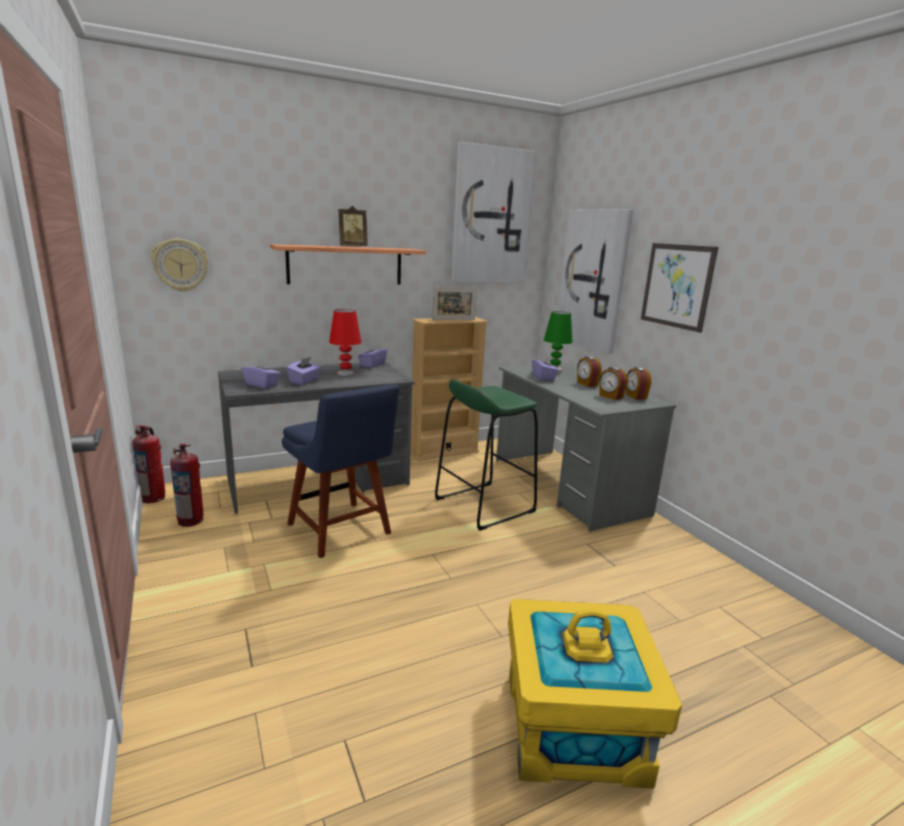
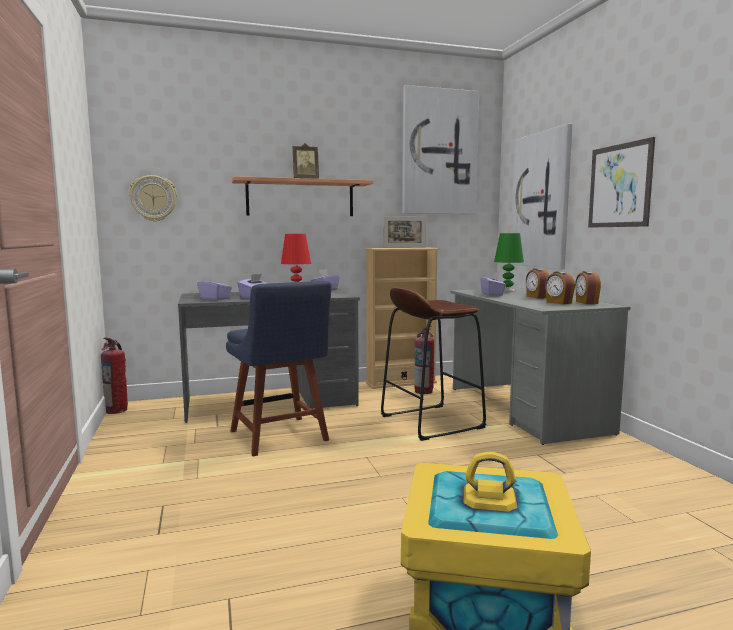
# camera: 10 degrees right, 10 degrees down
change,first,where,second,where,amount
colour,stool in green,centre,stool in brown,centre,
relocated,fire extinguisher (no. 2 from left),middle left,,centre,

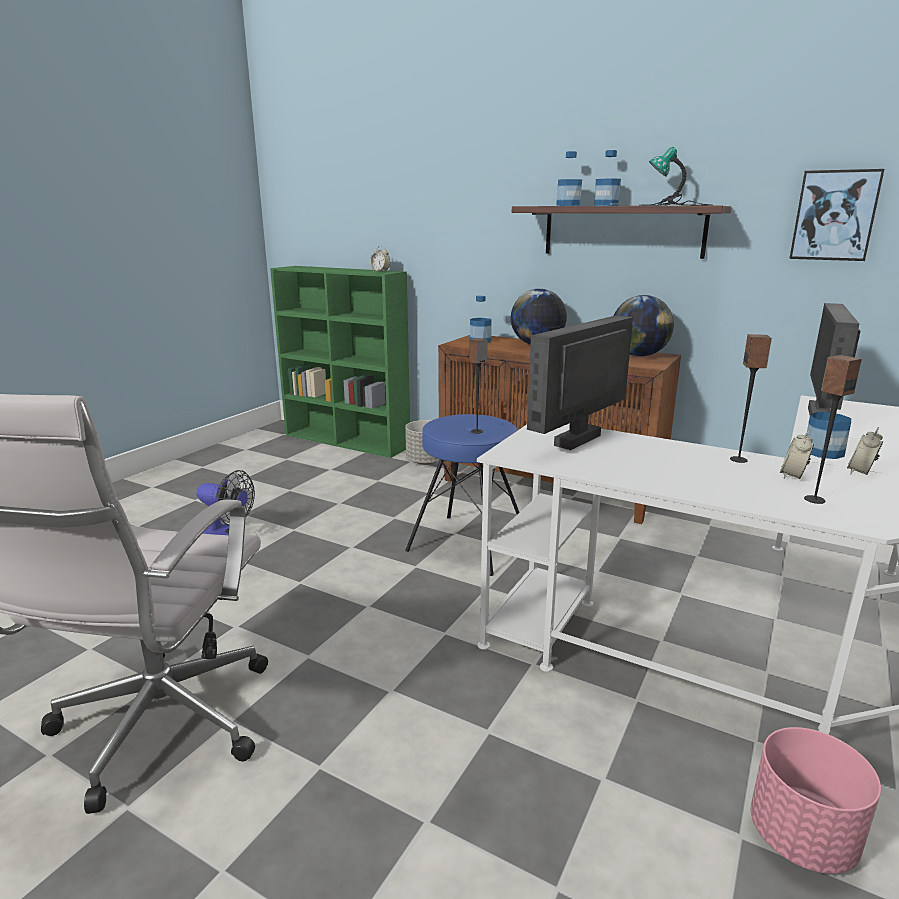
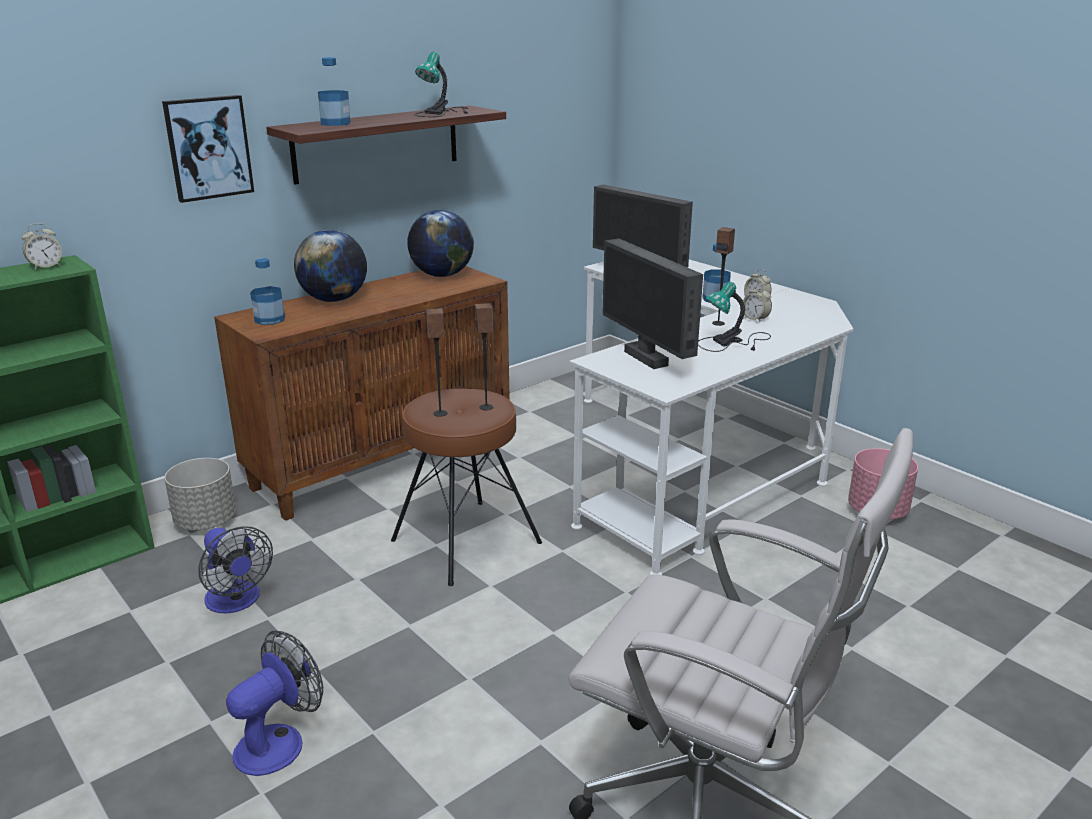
# camera: 70 degrees left, 5 degrees up
change,first,where,second,where,amount
relocated,picture,top right,,top left,
appeared,,,fan (no. 1 from left),bottom left,
colour,stool in blue,centre,stool in brown,centre,
relocated,speaker (no. 3 from left in the first image),middle right,speaker (no. 1 from left),centre,
appeared,,,table lamp (no. 2 from left),middle right,
missing,bottle (no. 3 from left),top right,,,

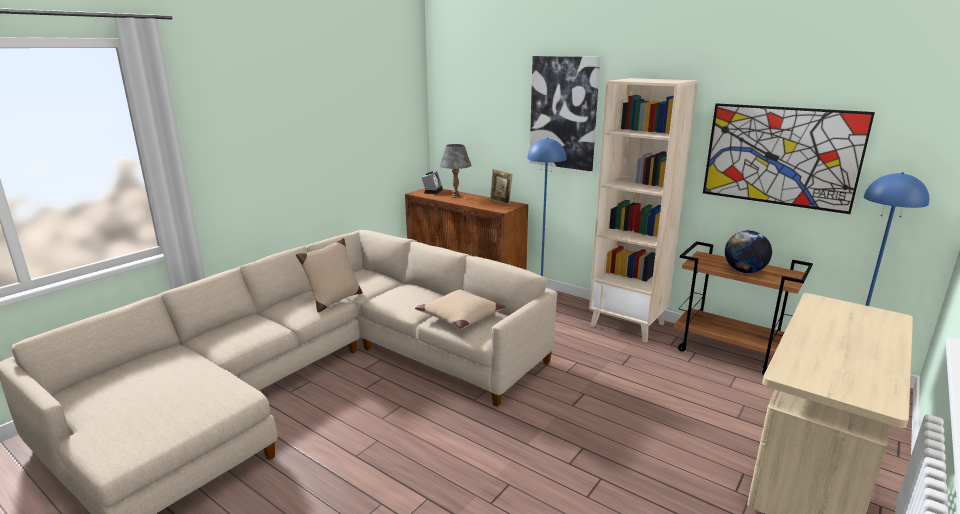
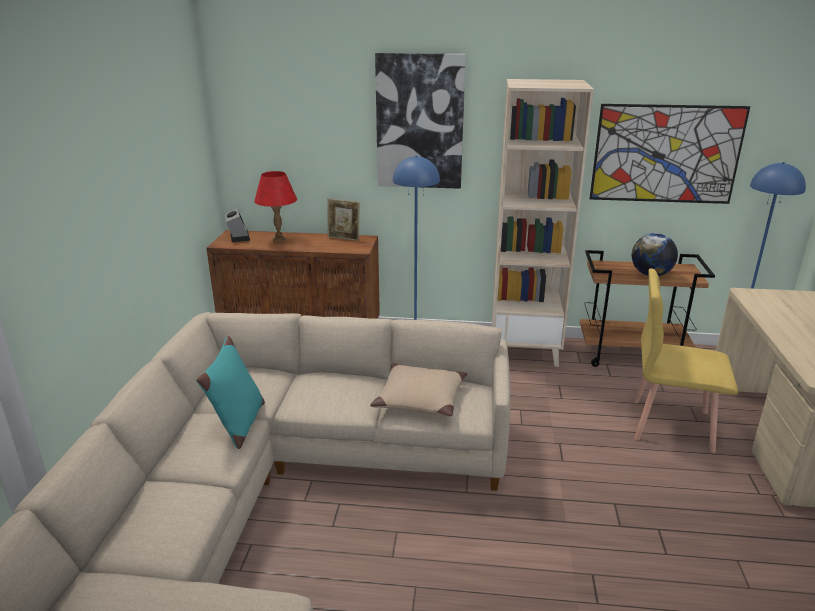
# camera: 30 degrees left, 5 degrees up
change,first,where,second,where,amount
colour,pillow in beige (no. 1 from left),centre,pillow in turquoise,middle left,
colour,table lamp in grey,top centre,table lamp in red,centre,
appeared,,,chair in yellow,middle right,

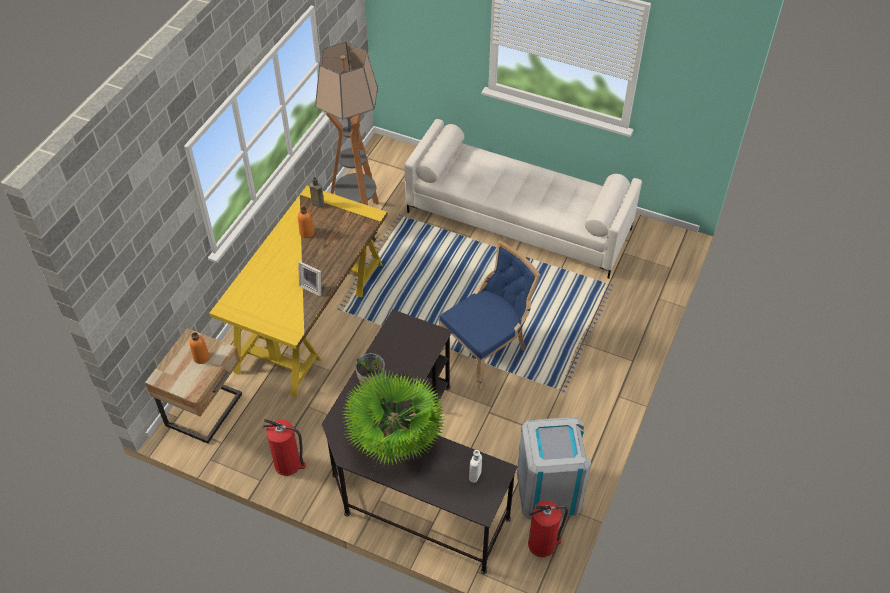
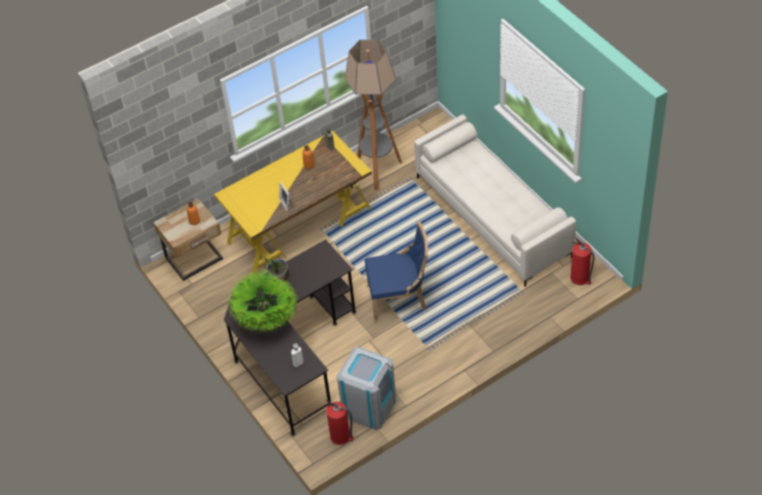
# camera: 35 degrees right, 0 degrees up
change,first,where,second,where,amount
relocated,fire extinguisher (no. 1 from left in the first image),bottom left,fire extinguisher (no. 2 from left),middle right,

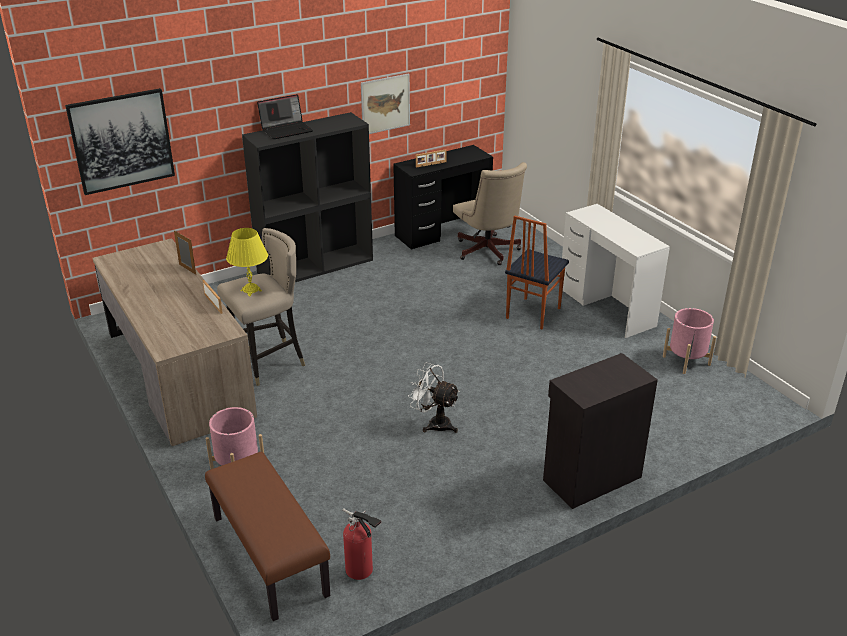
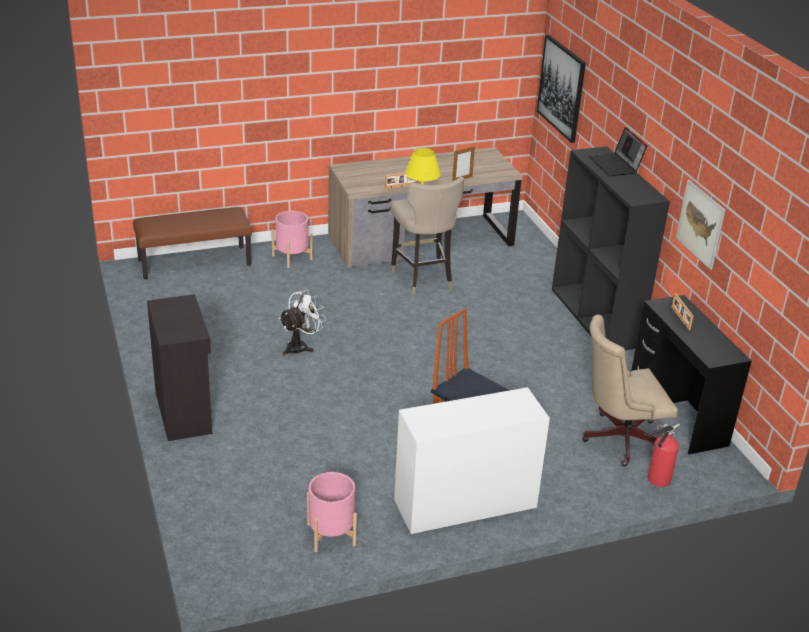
# camera: 100 degrees right, 0 degrees up
change,first,where,second,where,amount
relocated,fire extinguisher,bottom centre,,bottom right,

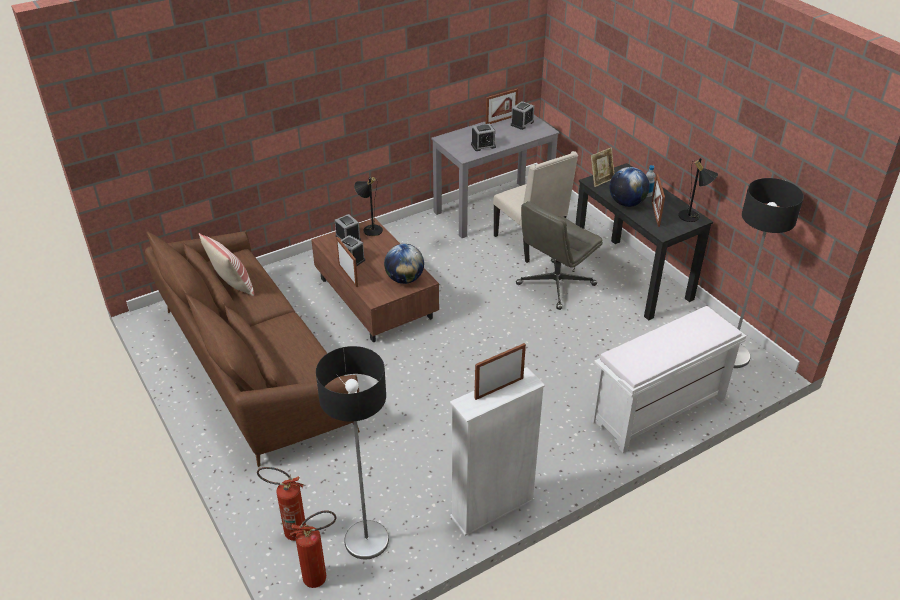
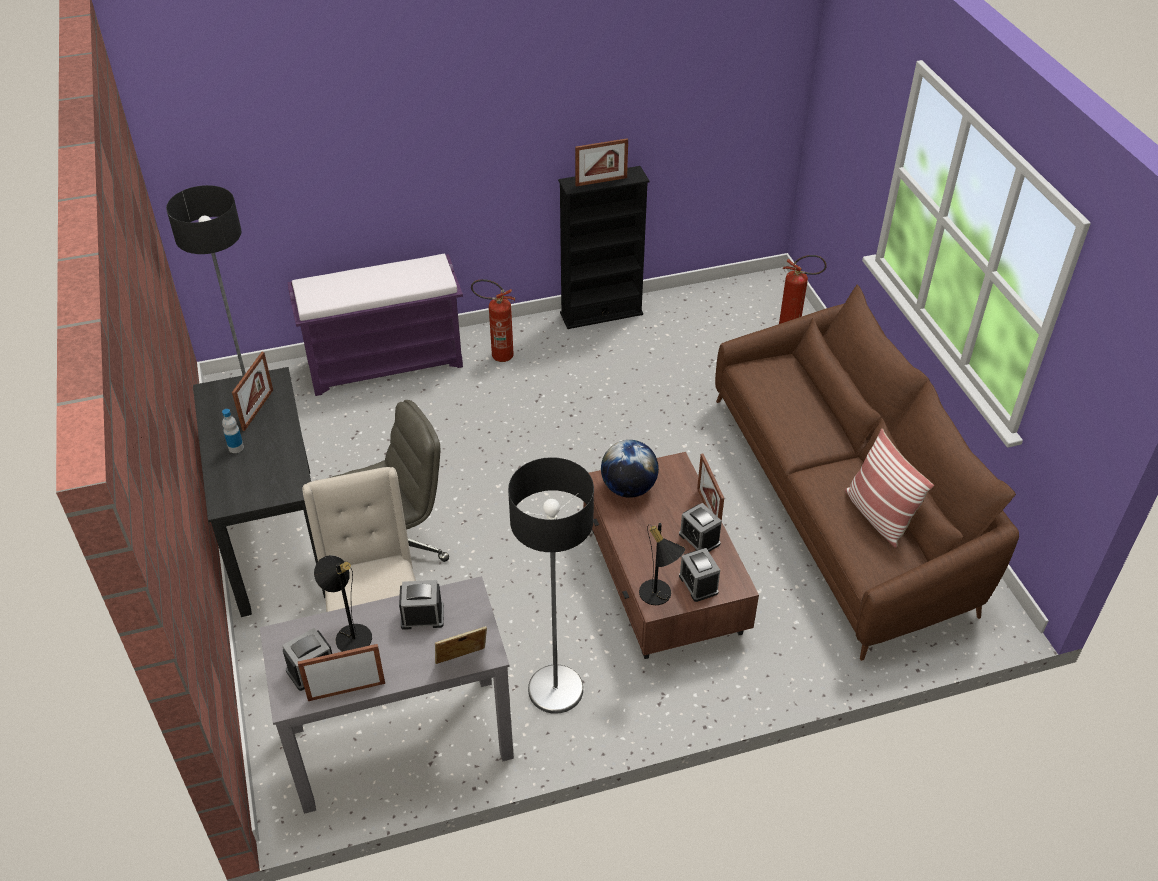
# camera: 165 degrees left, 5 degrees up
change,first,where,second,where,amount
colour,bench in white,middle right,bench in purple,middle left,
relocated,table lamp in black (no. 2 from left in the first image),top right,table lamp in black (no. 1 from left),bottom left,
relocated,picture frame (no. 4 from left in the first image),top right,picture frame (no. 3 from left),bottom centre,
relocated,fire extinguisher (no. 2 from left in the first image),bottom centre,fire extinguisher (no. 1 from left),centre,
relocated,floor lamp (no. 1 from left in the first image),bottom centre,floor lamp (no. 2 from left),centre,
colour,bookcase in white,bottom centre,bookcase in black,top centre,
missing,globe (no. 2 from left),top right,,,

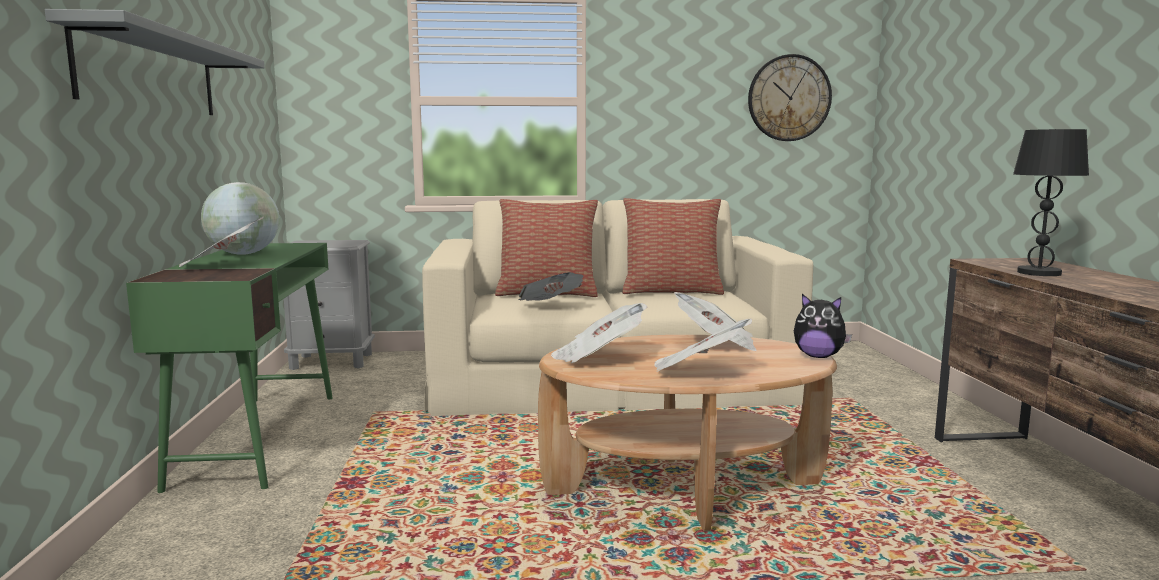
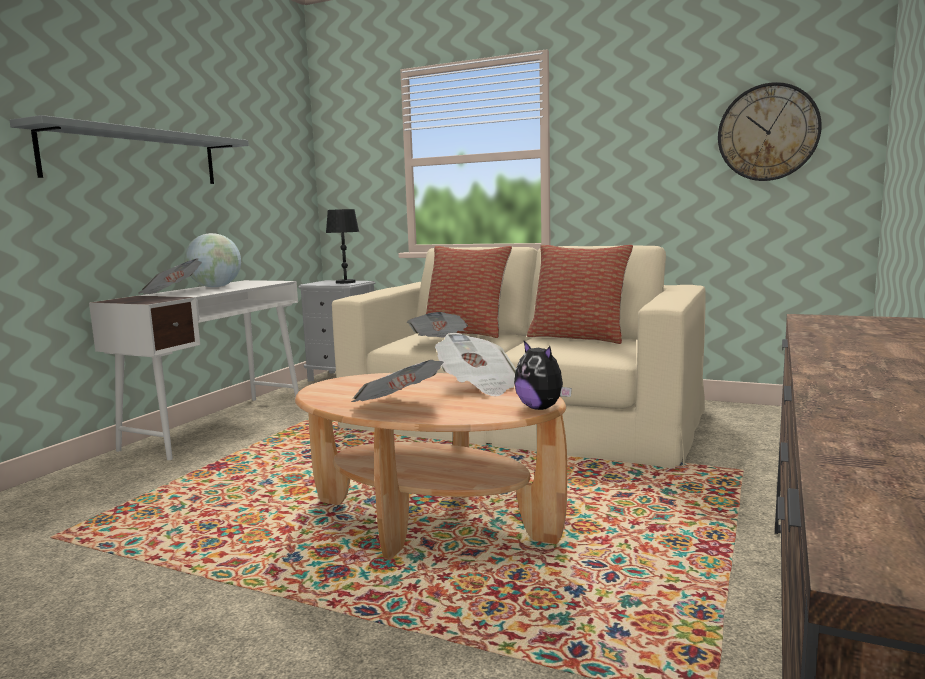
# camera: 30 degrees right, 0 degrees up
change,first,where,second,where,amount
colour,desk in green,middle left,desk in white,middle left,
relocated,table lamp in black,middle right,,centre,
missing,newspaper (no. 3 from left),centre,,,

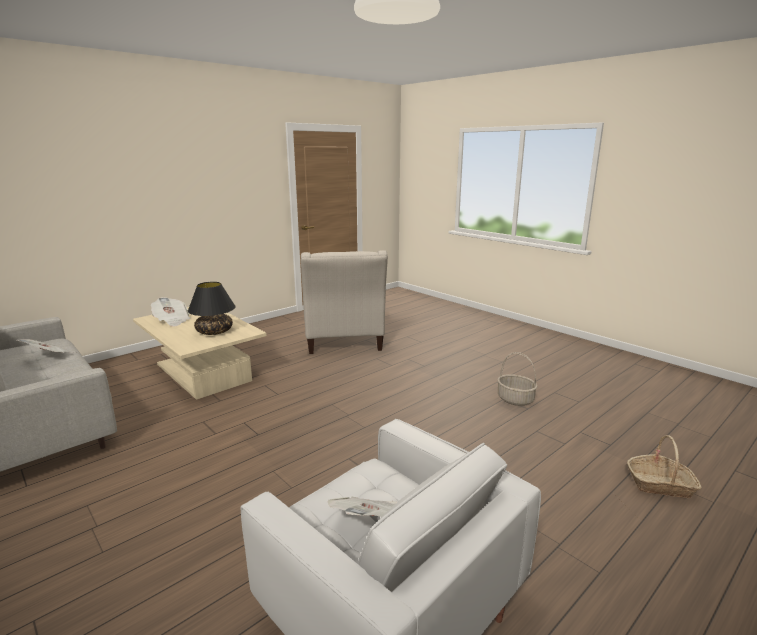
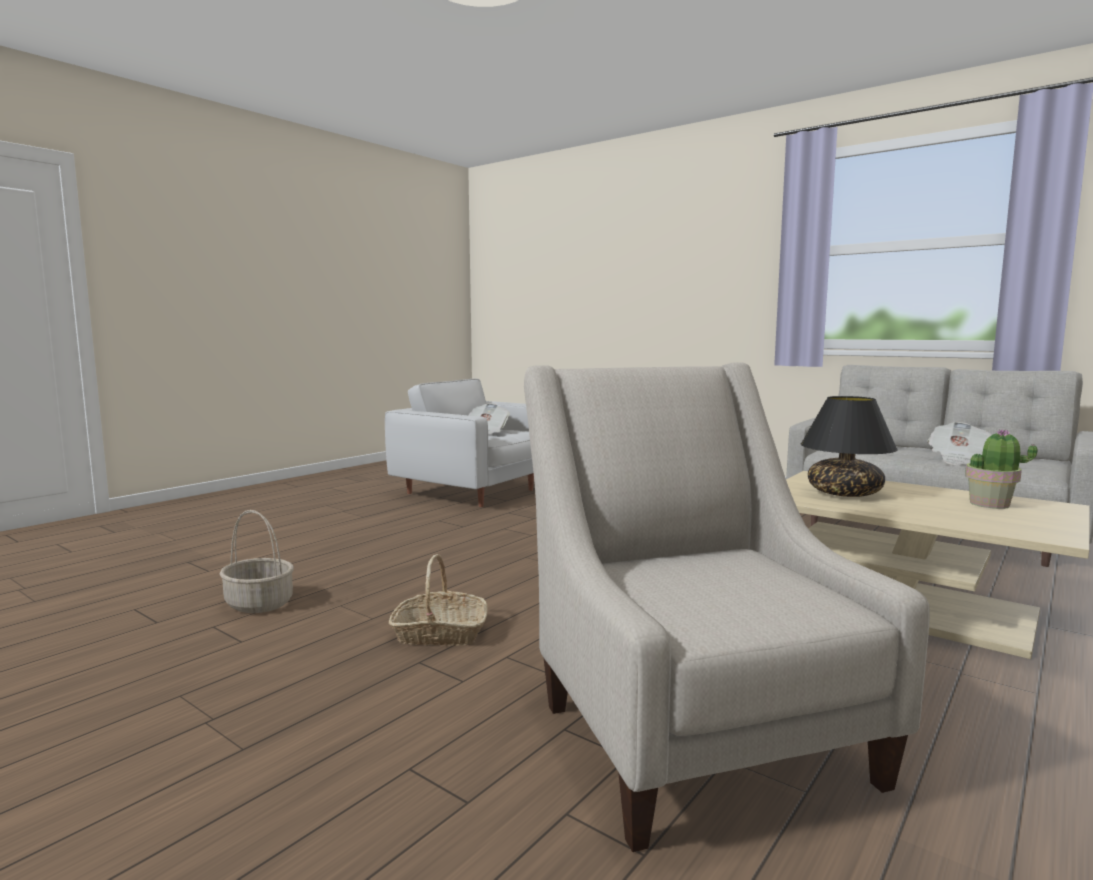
# camera: 170 degrees right, 10 degrees down
change,first,where,second,where,amount
relocated,basket (no. 2 from left),bottom right,,bottom centre,
exchanged,newspaper (no. 2 from left),middle left,potted plant,middle right,

